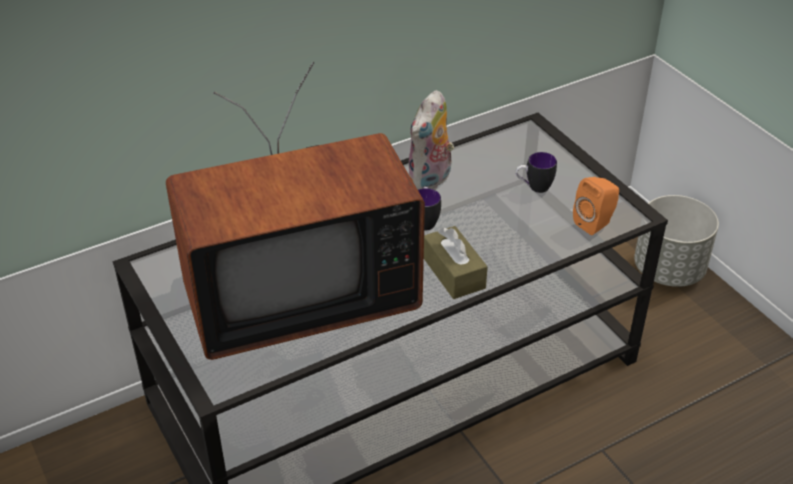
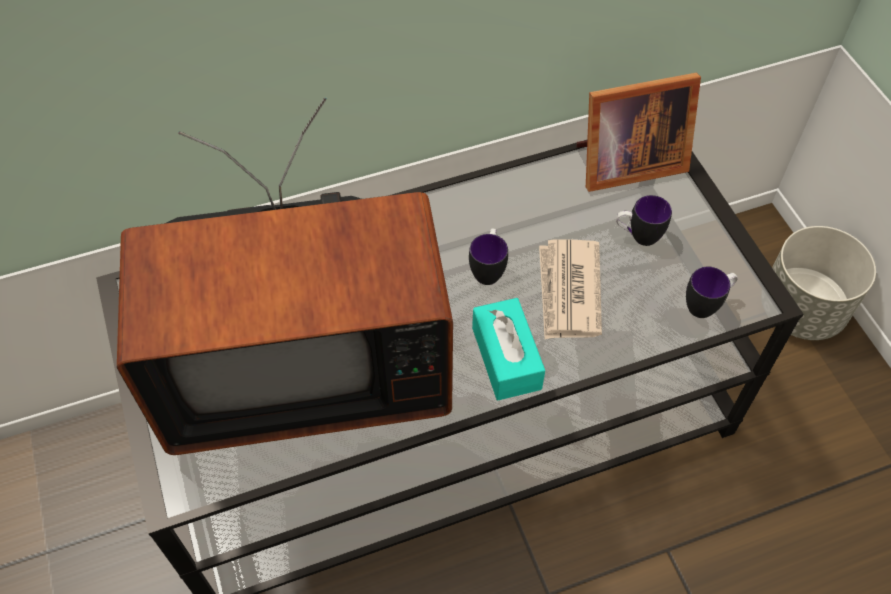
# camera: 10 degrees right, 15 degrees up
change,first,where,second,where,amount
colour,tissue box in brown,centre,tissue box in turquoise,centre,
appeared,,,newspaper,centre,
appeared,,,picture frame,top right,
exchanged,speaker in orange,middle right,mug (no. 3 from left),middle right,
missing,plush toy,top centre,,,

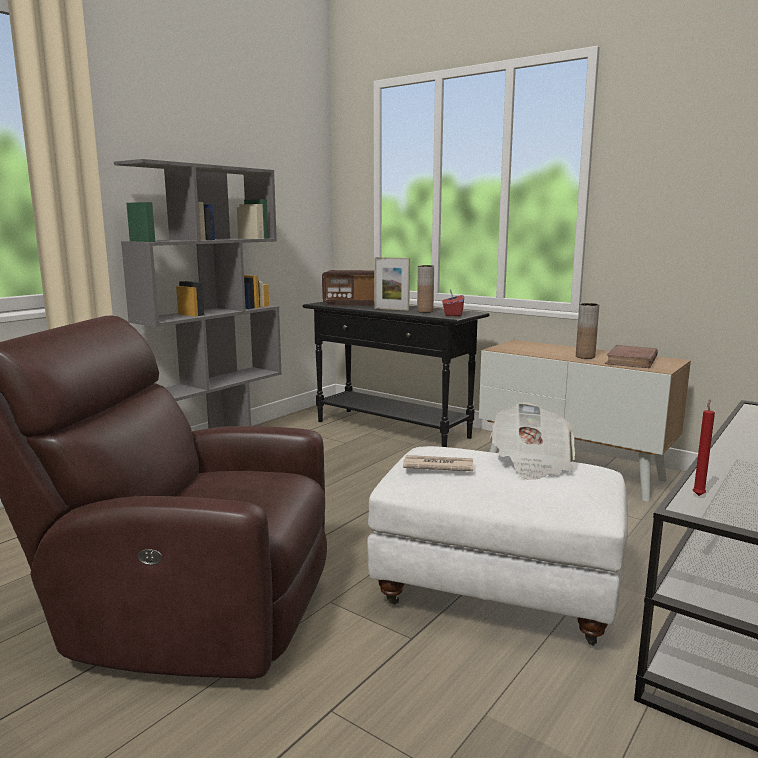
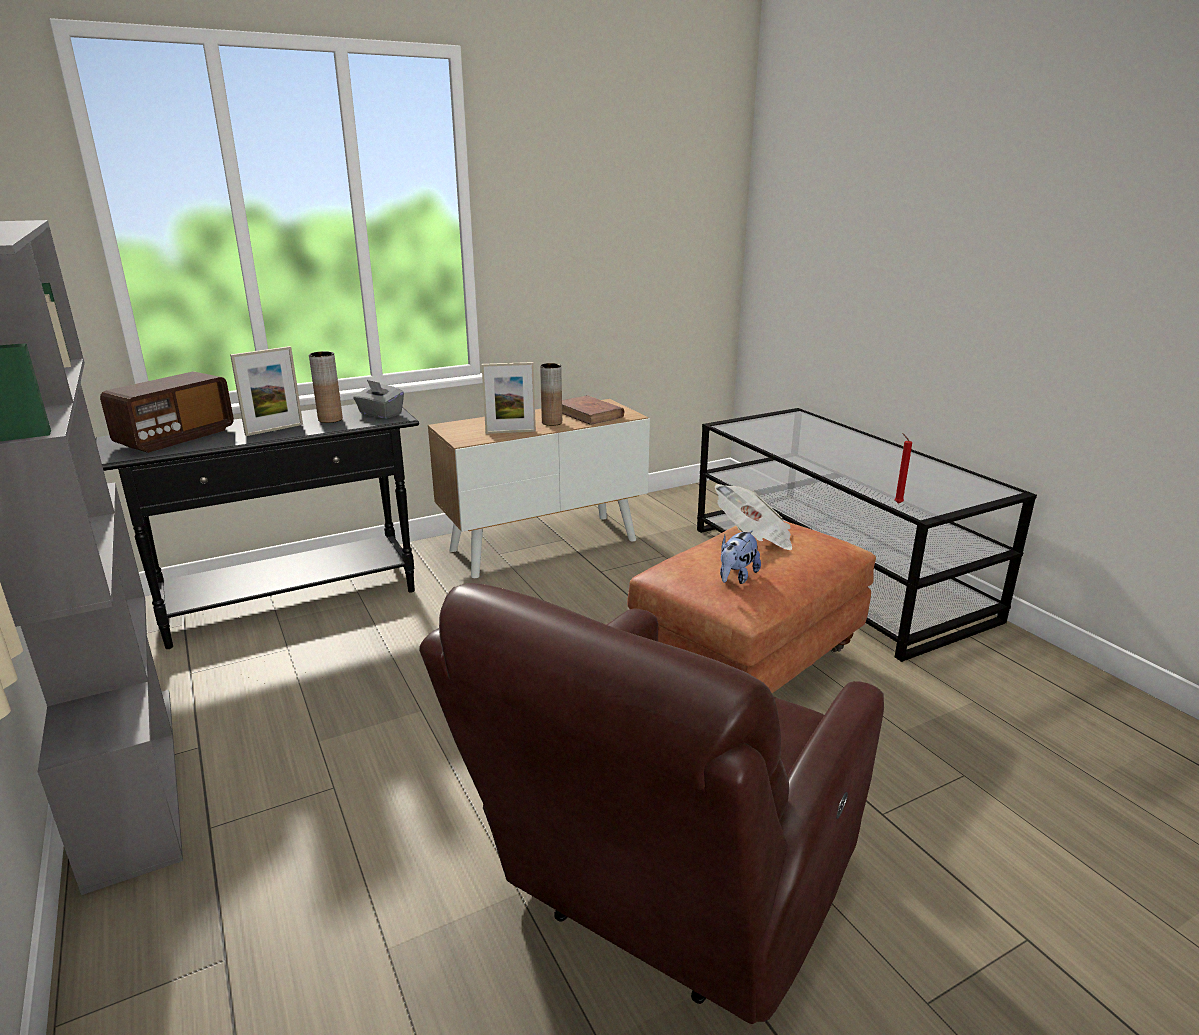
# camera: 65 degrees left, 10 degrees up
change,first,where,second,where,amount
colour,tissue box in red,centre,tissue box in grey,middle left,
appeared,,,picture frame (no. 2 from left),centre,
colour,ottoman in white,bottom centre,ottoman in brown,centre,
exchanged,newspaper (no. 1 from left),centre,plush toy,centre,

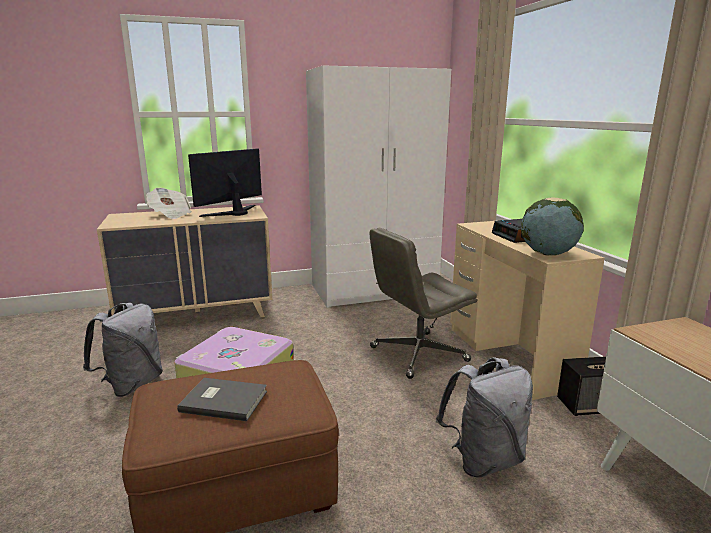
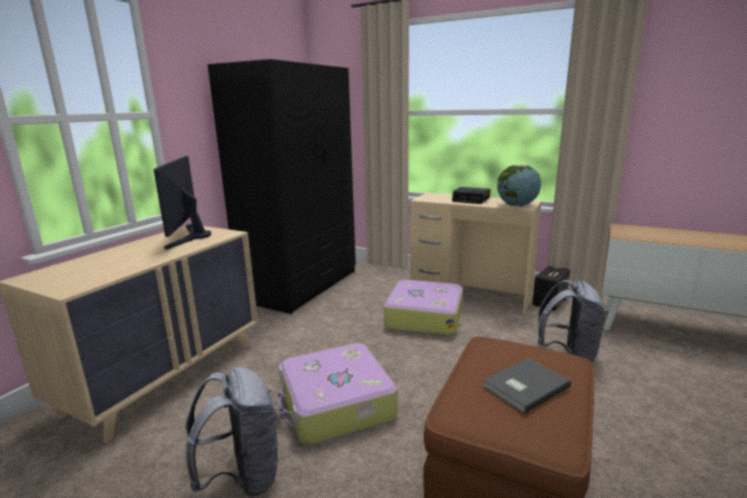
# camera: 45 degrees left, 0 degrees up
change,first,where,second,where,amount
colour,wardrobe in white,centre,wardrobe in black,centre,
exchanged,office chair in grey,centre,suitcase (no. 2 from left),centre,
missing,newspaper,middle left,,,

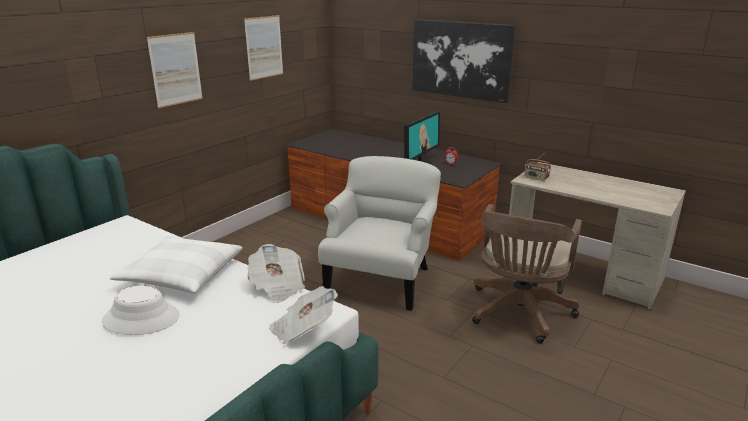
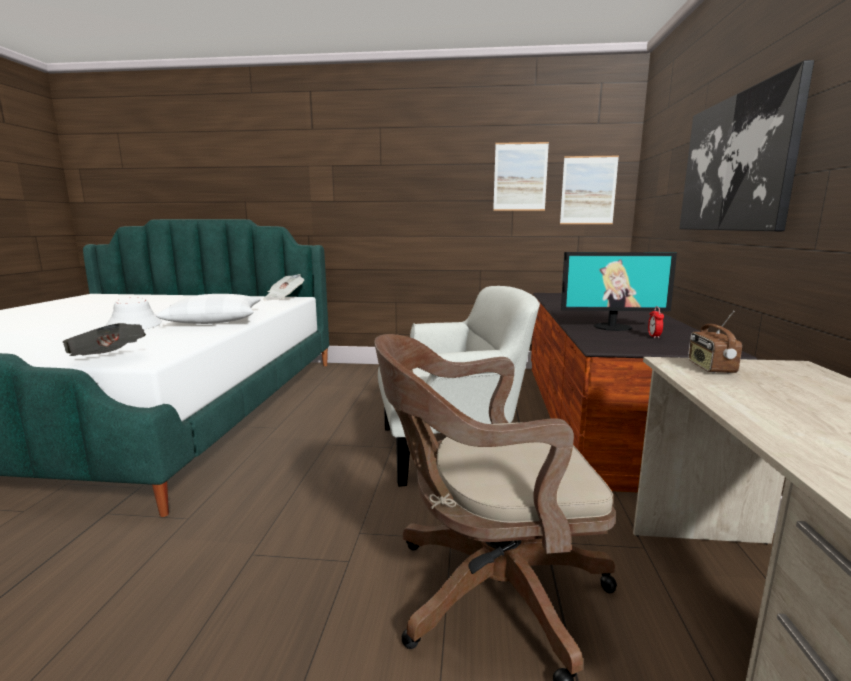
# camera: 60 degrees right, 10 degrees down
change,first,where,second,where,amount
relocated,newspaper (no. 1 from left in the first image),centre,newspaper (no. 2 from left),middle left,
relocated,picture (no. 1 from left in the first image),top left,picture (no. 2 from left),top right,

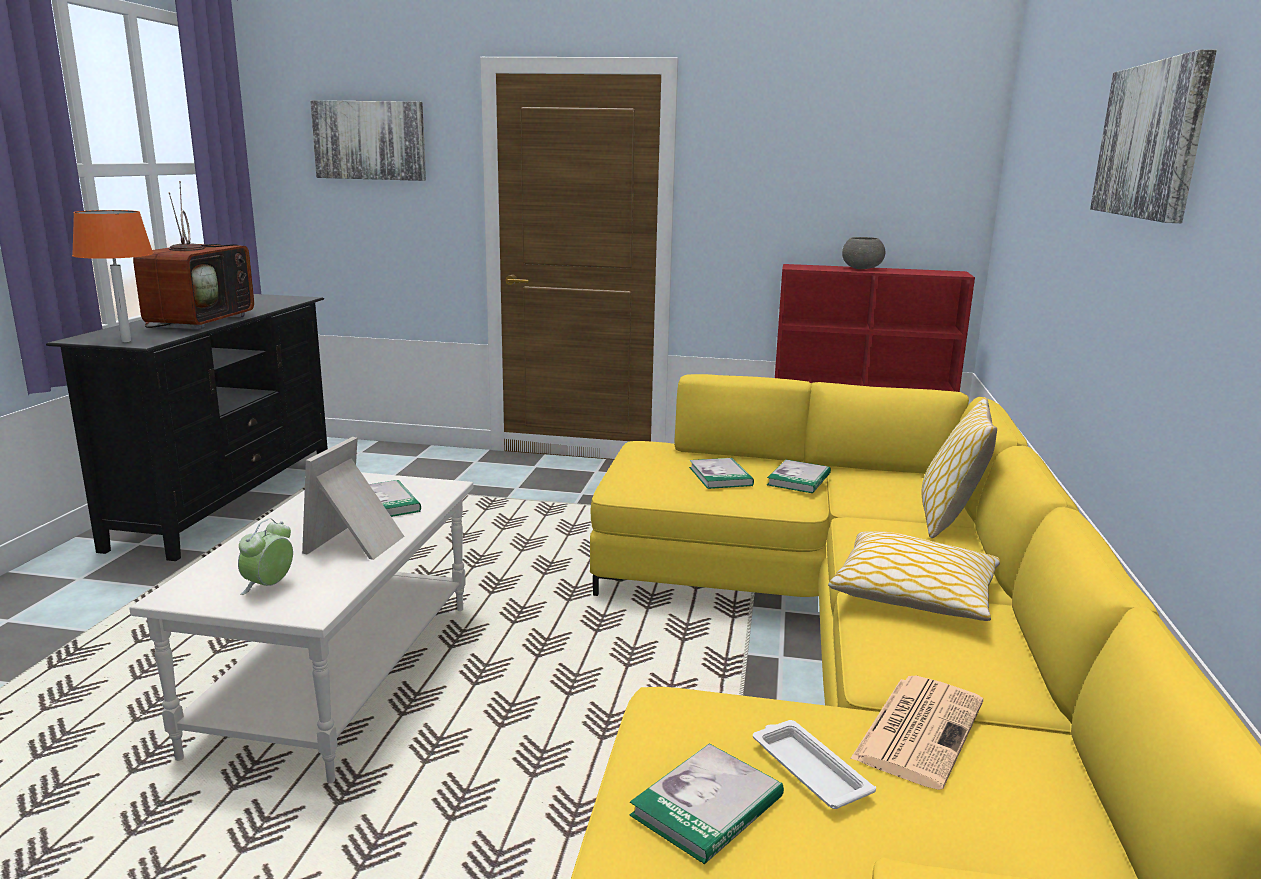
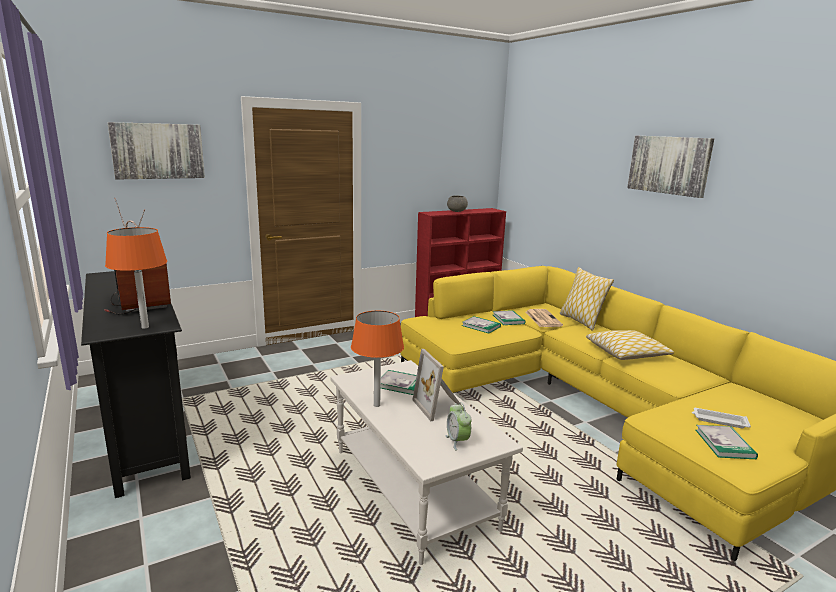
# camera: 40 degrees left, 0 degrees up
change,first,where,second,where,amount
appeared,,,table lamp in orange (no. 2 from left),centre,
relocated,newspaper,bottom right,,centre,

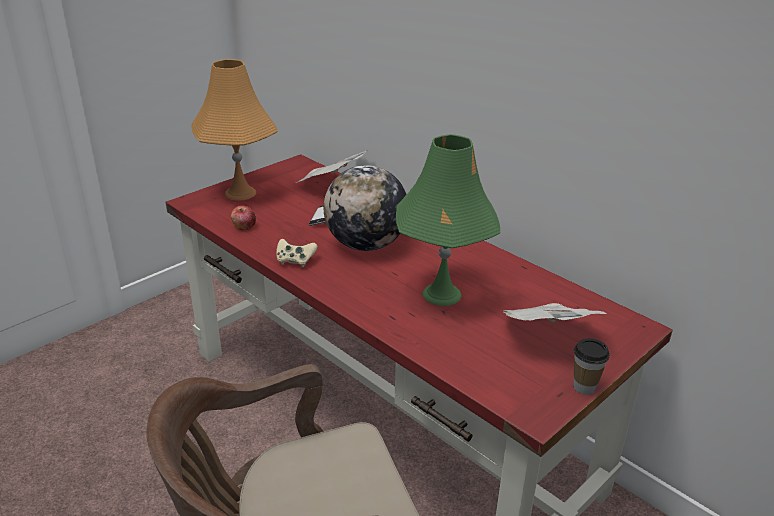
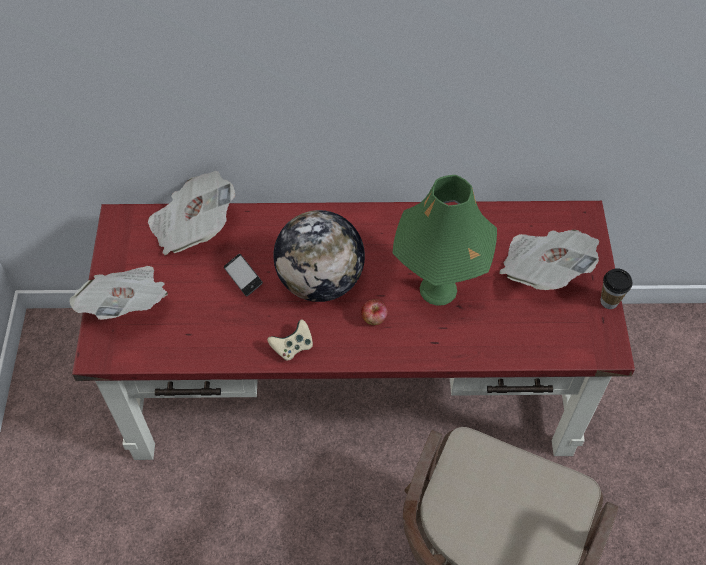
# camera: 45 degrees left, 25 degrees up
change,first,where,second,where,amount
exchanged,table lamp in orange,top left,newspaper (no. 1 from left),middle left,
relocated,apple,middle left,,centre,

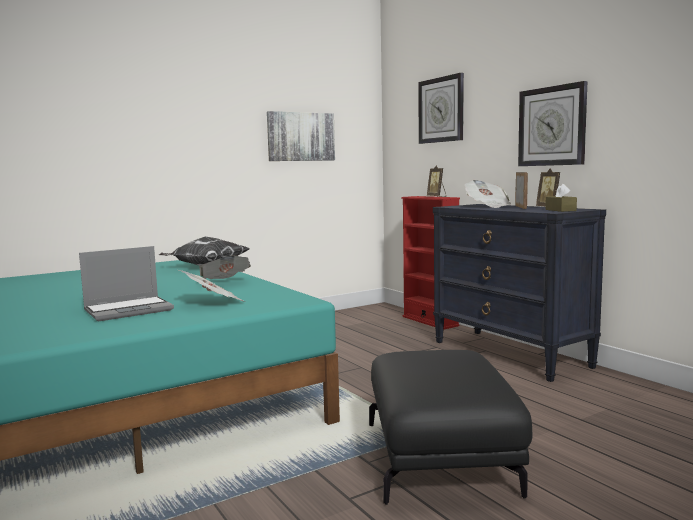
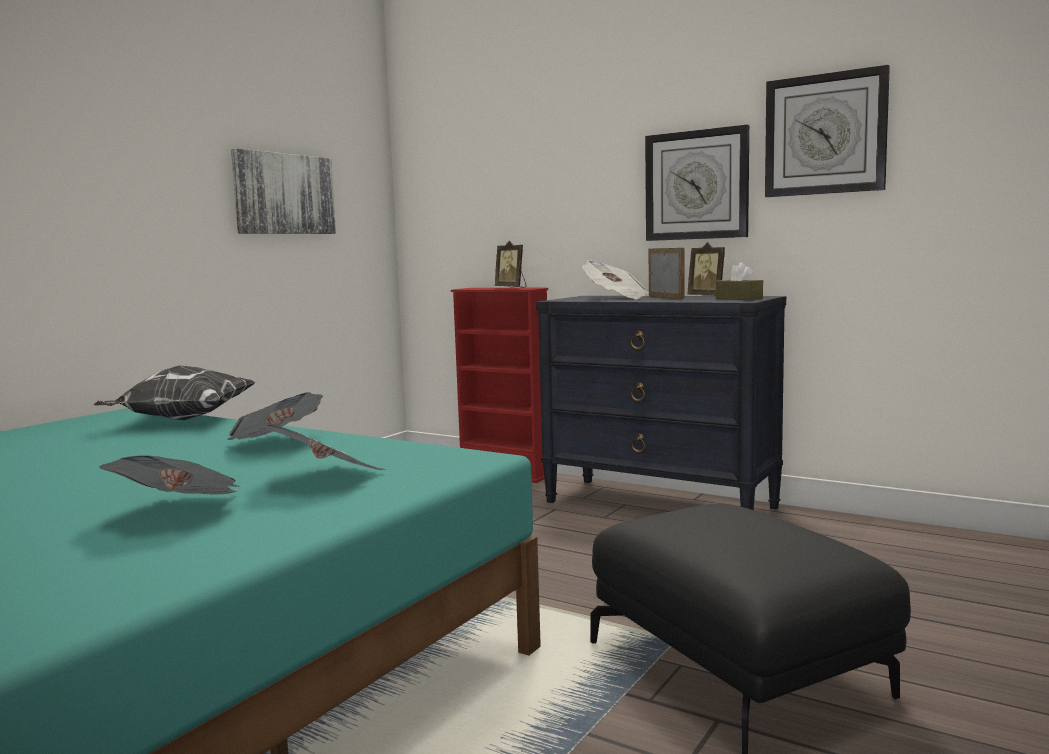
# camera: 25 degrees left, 0 degrees up
change,first,where,second,where,amount
exchanged,laptop,middle left,newspaper (no. 1 from left),middle left,
relocated,wall clock (no. 1 from left in the first image),top centre,wall clock (no. 2 from left),top right,

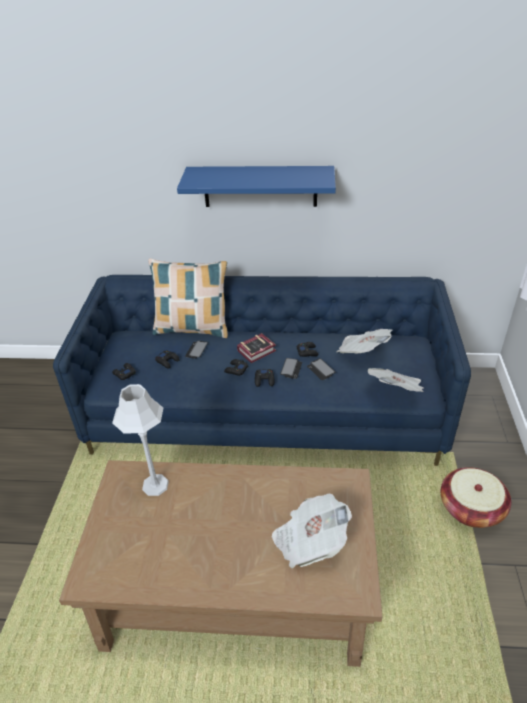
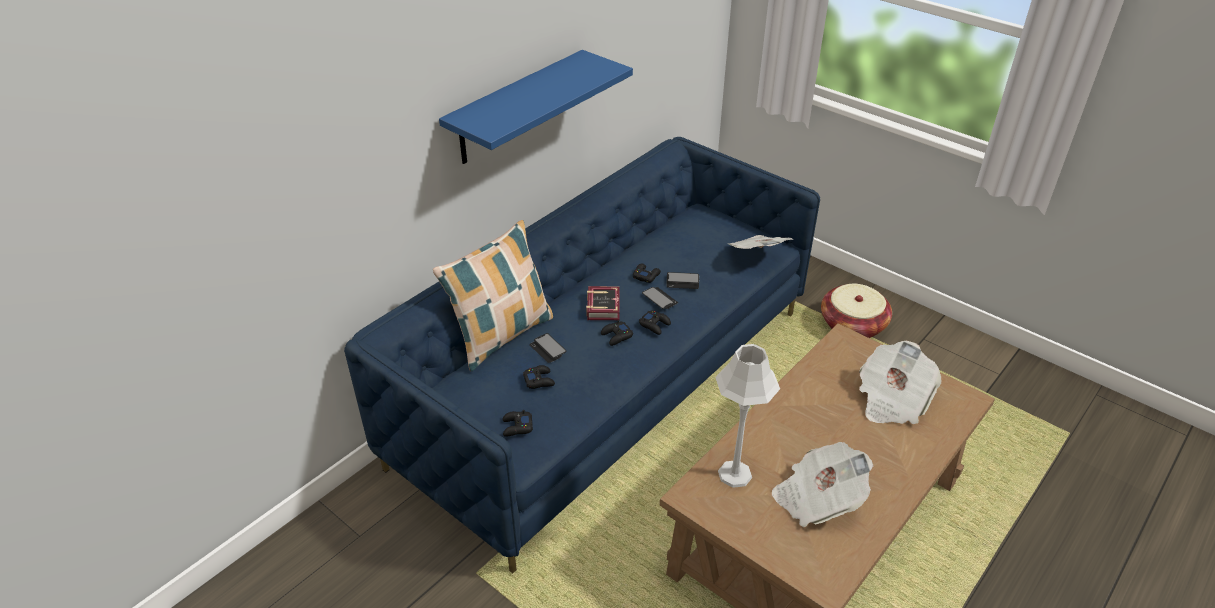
# camera: 55 degrees left, 0 degrees up
change,first,where,second,where,amount
relocated,newspaper (no. 2 from left),middle right,,bottom right,

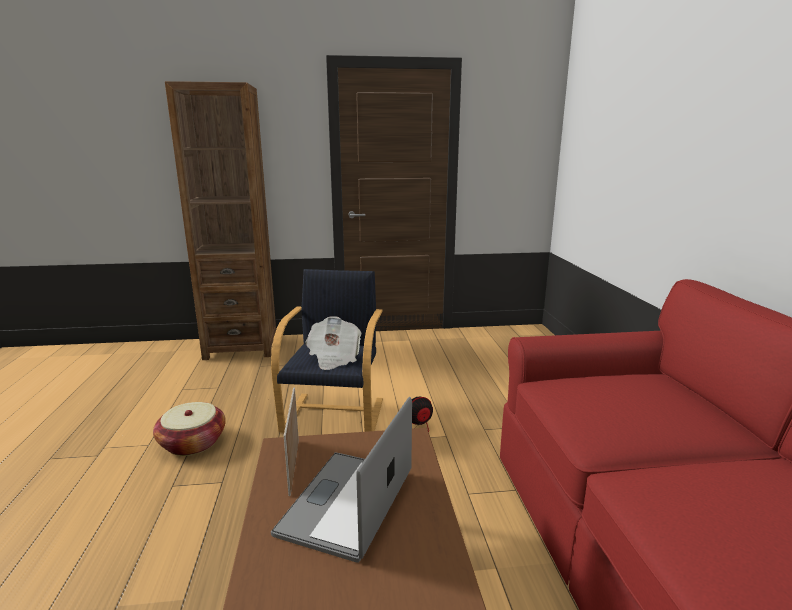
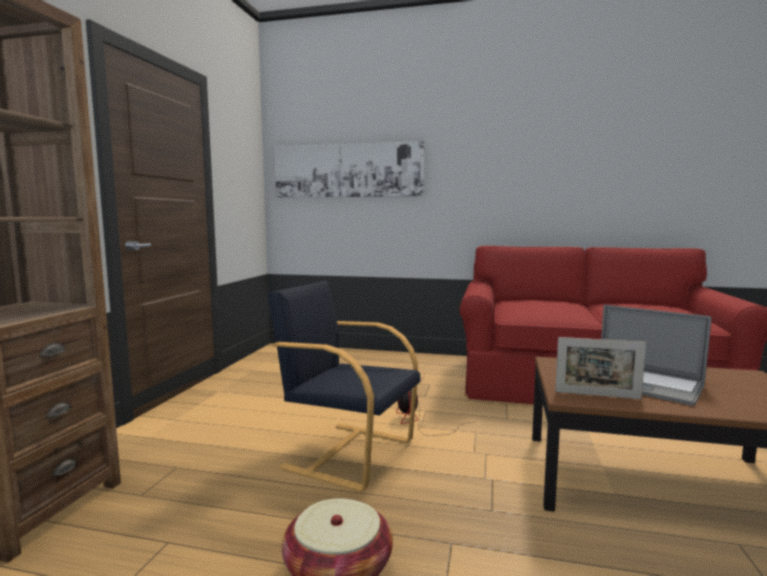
# camera: 70 degrees left, 10 degrees down
change,first,where,second,where,amount
appeared,,,picture,top centre,
missing,newspaper,centre,,,

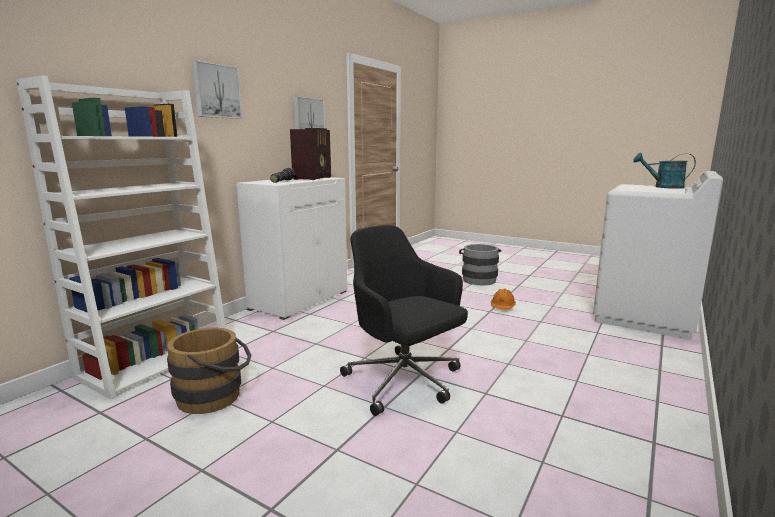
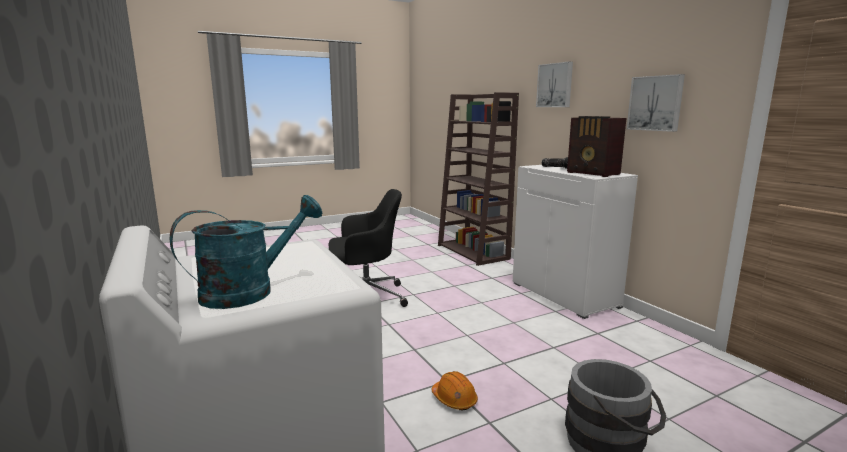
# camera: 120 degrees right, 0 degrees up
change,first,where,second,where,amount
colour,bookcase in white,middle left,bookcase in brown,centre,
missing,bucket in brown,bottom left,,,

